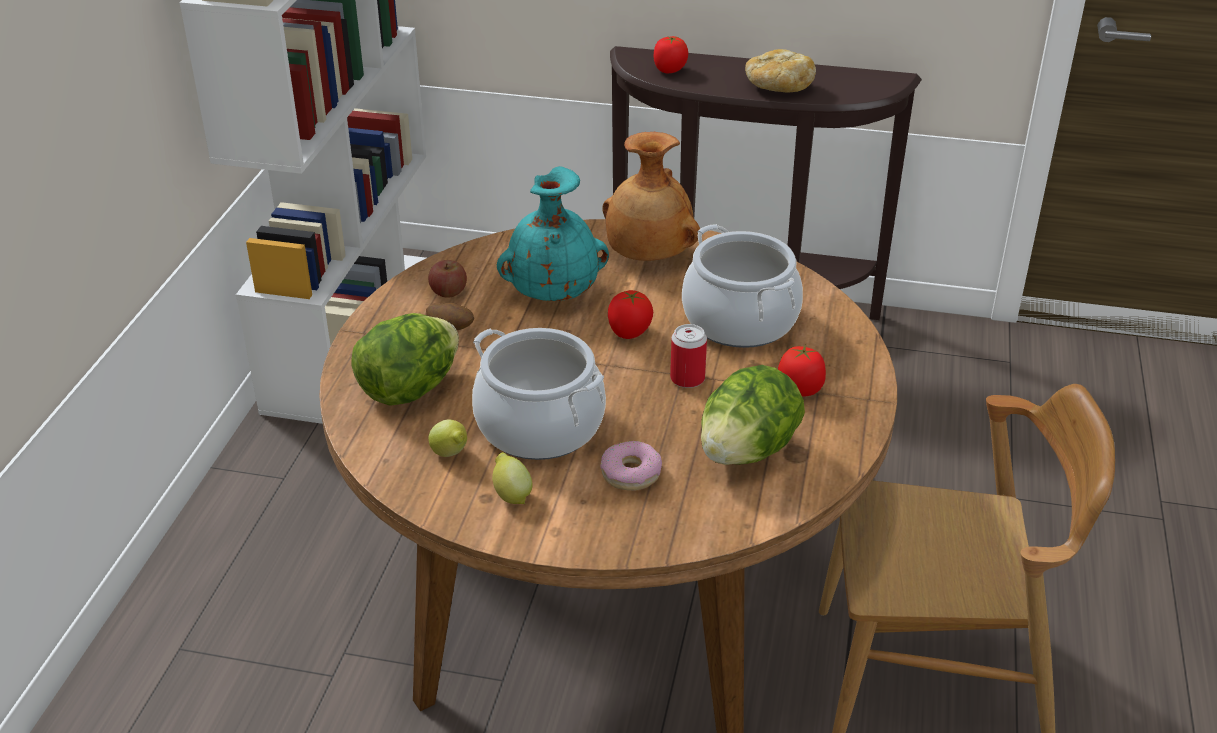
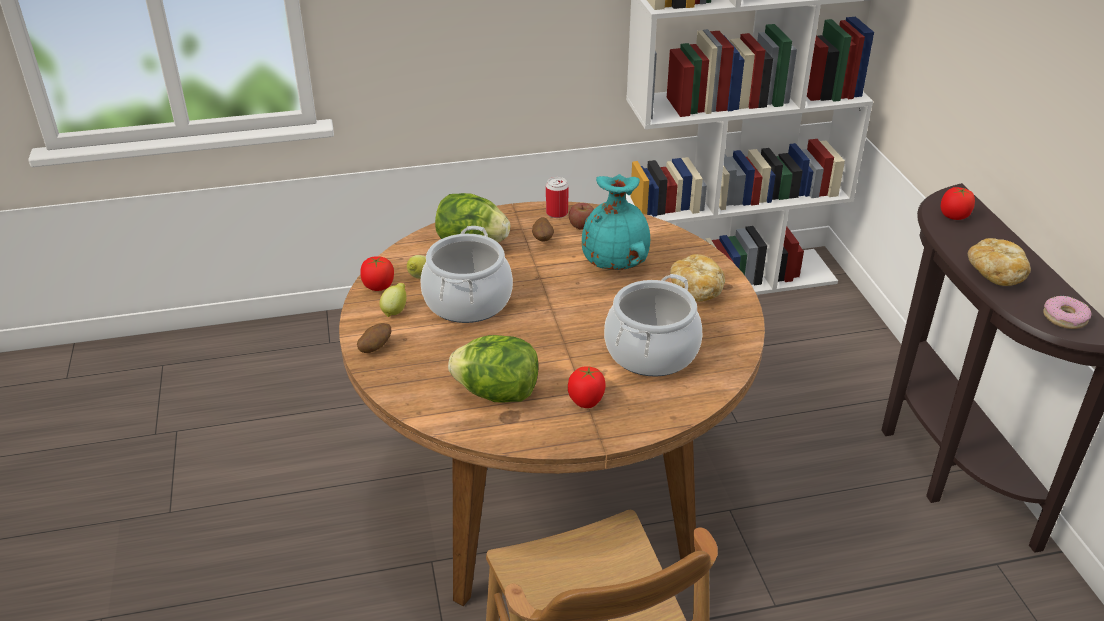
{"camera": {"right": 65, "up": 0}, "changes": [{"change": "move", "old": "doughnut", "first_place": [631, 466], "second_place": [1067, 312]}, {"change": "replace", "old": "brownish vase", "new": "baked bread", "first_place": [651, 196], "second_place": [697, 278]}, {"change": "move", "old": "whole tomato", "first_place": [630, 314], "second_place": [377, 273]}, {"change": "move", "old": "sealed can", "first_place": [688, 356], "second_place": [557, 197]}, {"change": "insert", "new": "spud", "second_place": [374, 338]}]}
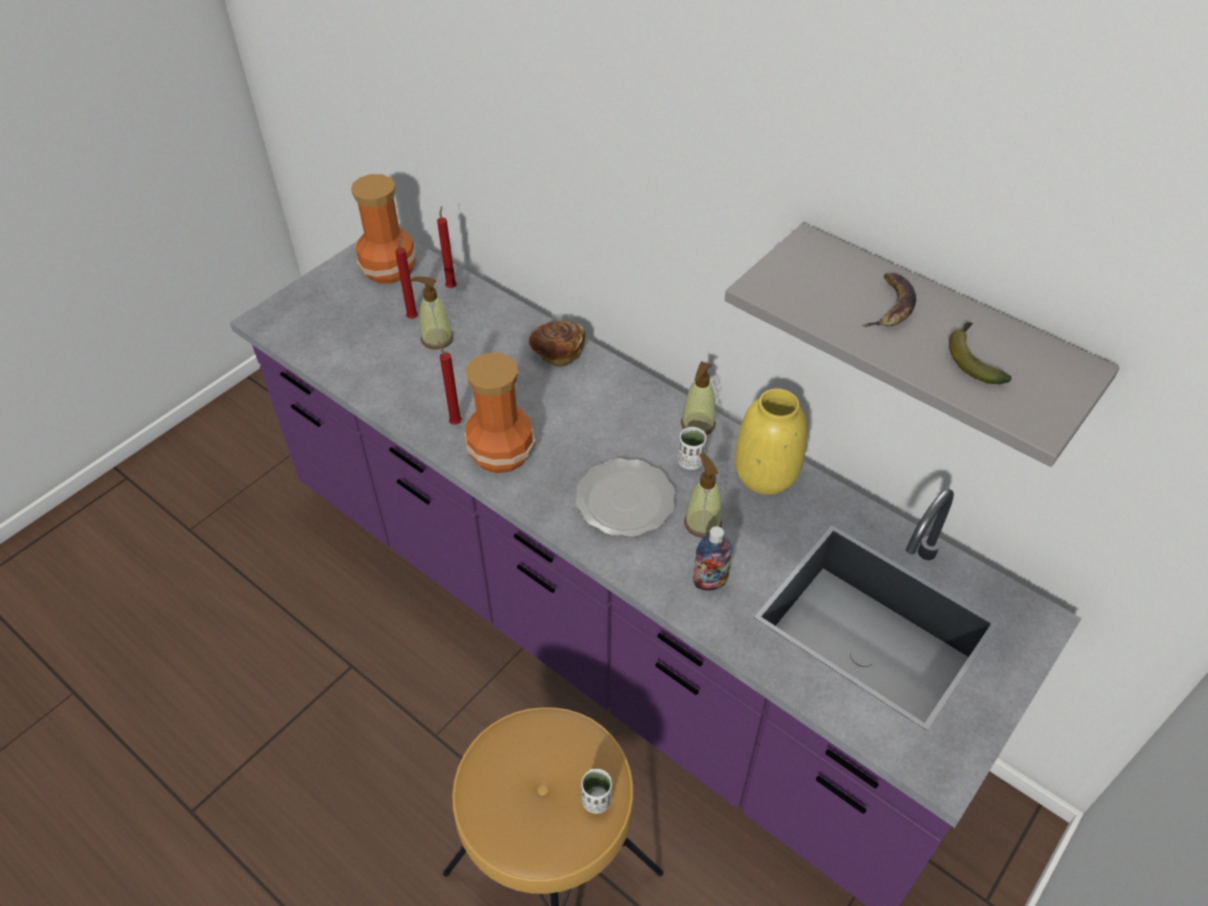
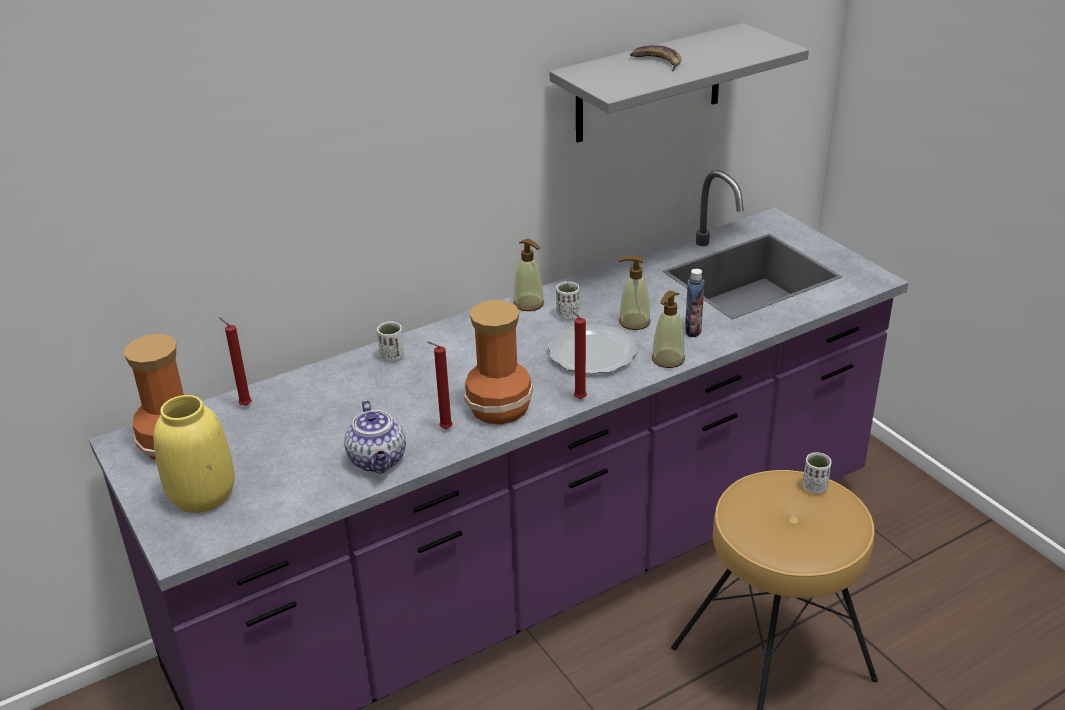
{"camera": {"right": -70, "up": -15}, "changes": [{"change": "move", "old": "reddish wax candle", "first_place": [406, 277], "second_place": [578, 353]}, {"change": "move", "old": "liquid soap bottle", "first_place": [432, 312], "second_place": [668, 329]}, {"change": "replace", "old": "baked bread", "new": "whitish drinking cup", "first_place": [557, 344], "second_place": [390, 341]}, {"change": "move", "old": "yellow-coloured vase", "first_place": [771, 441], "second_place": [194, 454]}, {"change": "delete", "old": "banana", "first_place": [980, 353]}, {"change": "insert", "new": "pot for tea", "second_place": [375, 436]}]}
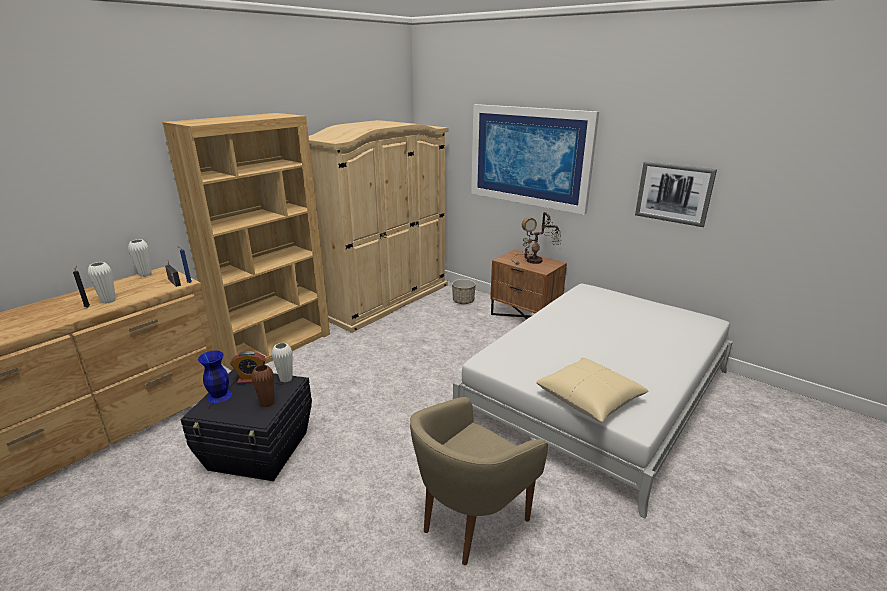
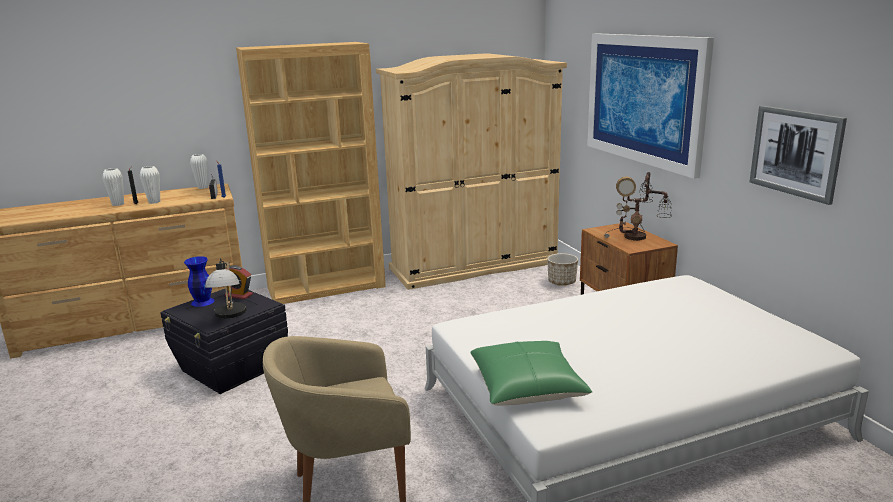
{"camera": {"right": 30, "up": -5}, "changes": [{"change": "replace", "old": "brownish vase", "new": "table lamp", "first_place": [262, 386], "second_place": [225, 288]}, {"change": "move", "old": "whitish vase", "first_place": [282, 363], "second_place": [113, 187]}, {"change": "recolor", "old": "beige-coloured pillow", "new": "green-coloured pillow", "first_place": [592, 389], "second_place": [531, 373]}]}
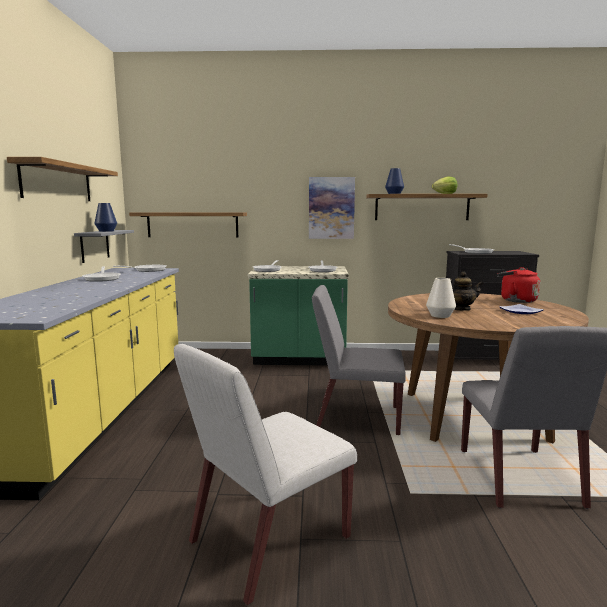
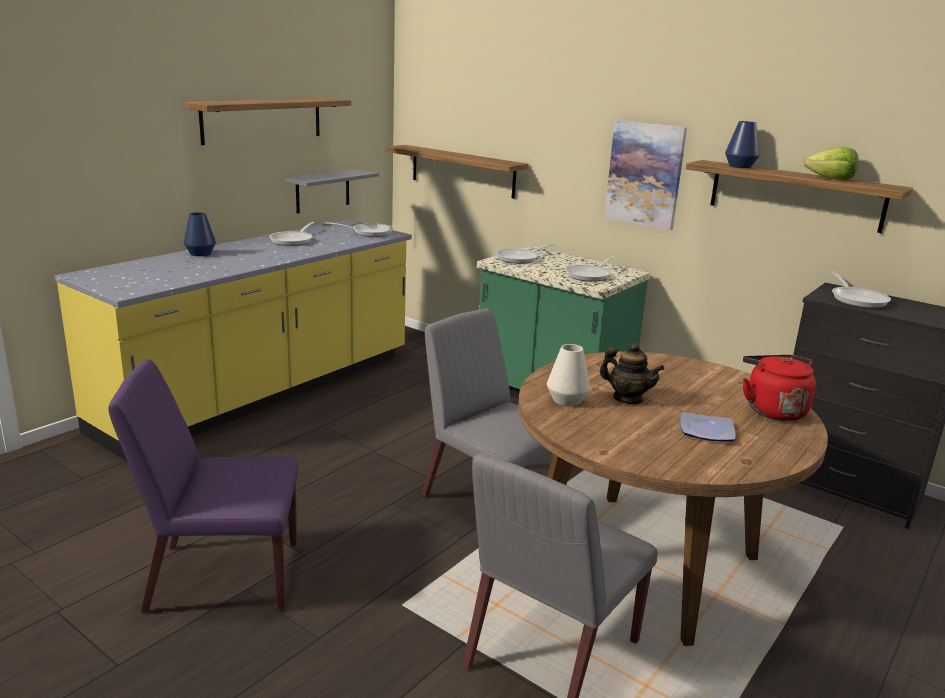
{"camera": {"right": 35, "up": 10}, "changes": [{"change": "move", "old": "bluish vase", "first_place": [105, 217], "second_place": [200, 234]}, {"change": "recolor", "old": "whitish upright chair", "new": "purple-coloured upright chair", "first_place": [265, 474], "second_place": [203, 486]}]}
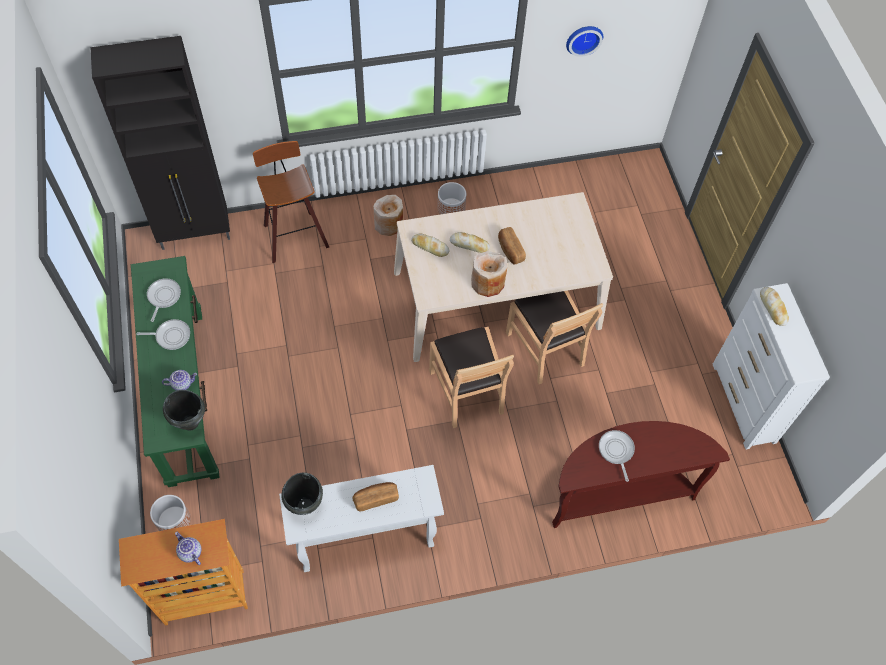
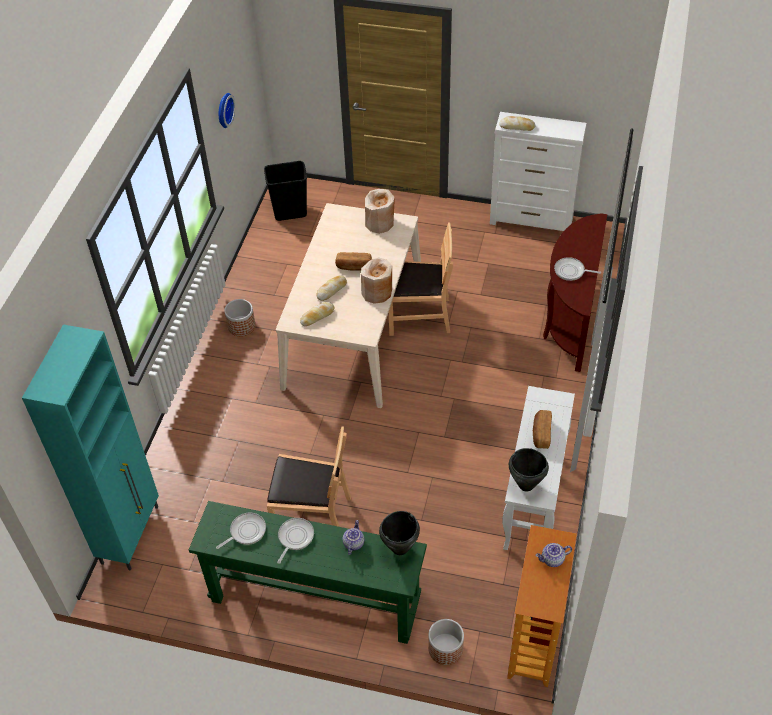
{"camera": {"right": -60, "up": -10}, "changes": [{"change": "recolor", "old": "blackish cabinet", "new": "turquoise cabinet", "first_place": [160, 143], "second_place": [90, 447]}, {"change": "rotate", "old": "skillet", "first_place": [164, 300], "second_place": [241, 531], "degrees": 105}, {"change": "delete", "old": "stool seat", "first_place": [291, 202]}, {"change": "move", "old": "beige-coloured vase", "first_place": [388, 215], "second_place": [380, 211]}, {"change": "move", "old": "brownish upright chair", "first_place": [471, 377], "second_place": [309, 476]}, {"change": "insert", "new": "blackish rubbish bin", "second_place": [285, 191]}]}
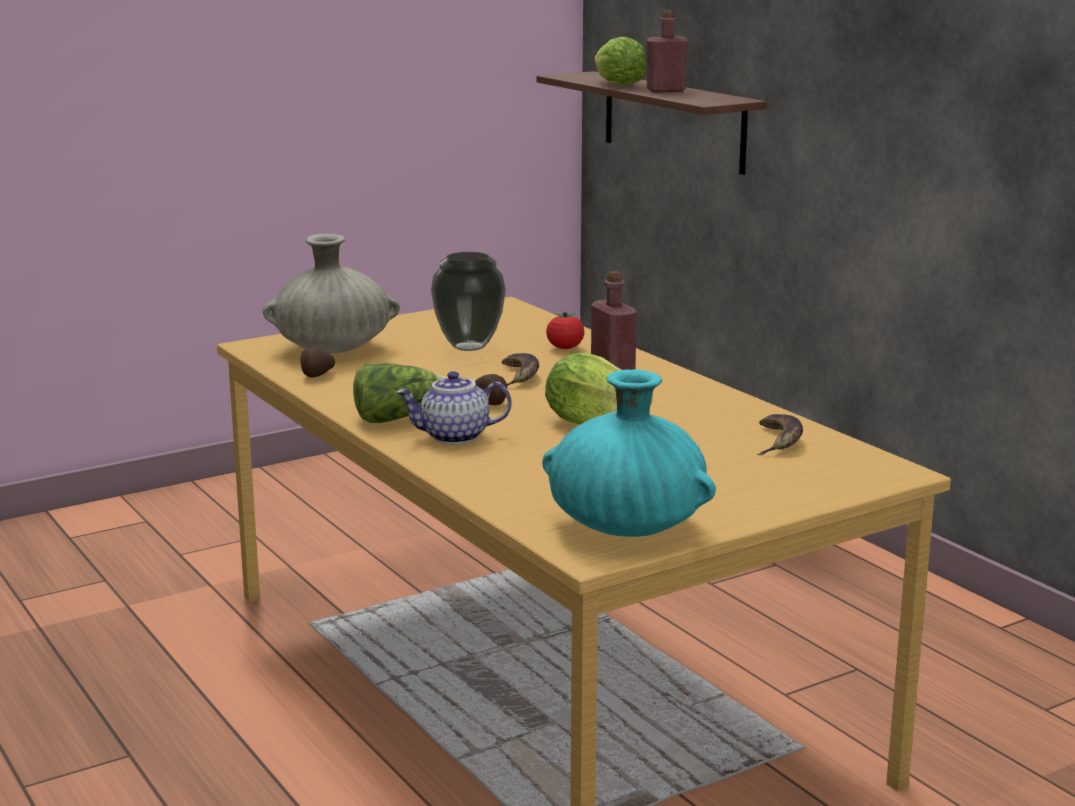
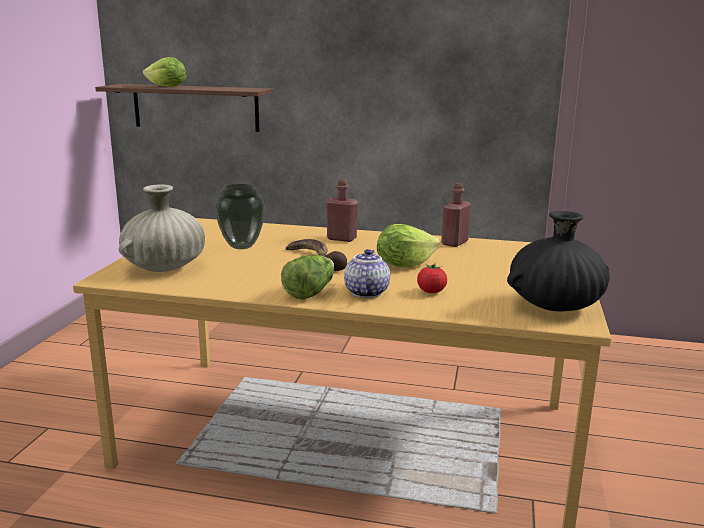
{"camera": {"right": -45, "up": 0}, "changes": [{"change": "delete", "old": "spud", "first_place": [318, 362]}, {"change": "rotate", "old": "pot for tea", "first_place": [454, 408], "second_place": [367, 273], "degrees": 150}, {"change": "recolor", "old": "turquoise vase", "new": "blackish vase", "first_place": [629, 453], "second_place": [558, 261]}, {"change": "move", "old": "whole tomato", "first_place": [565, 330], "second_place": [432, 278]}, {"change": "move", "old": "reddish beverage bottle", "first_place": [667, 52], "second_place": [456, 215]}, {"change": "delete", "old": "banana", "first_place": [780, 434]}]}
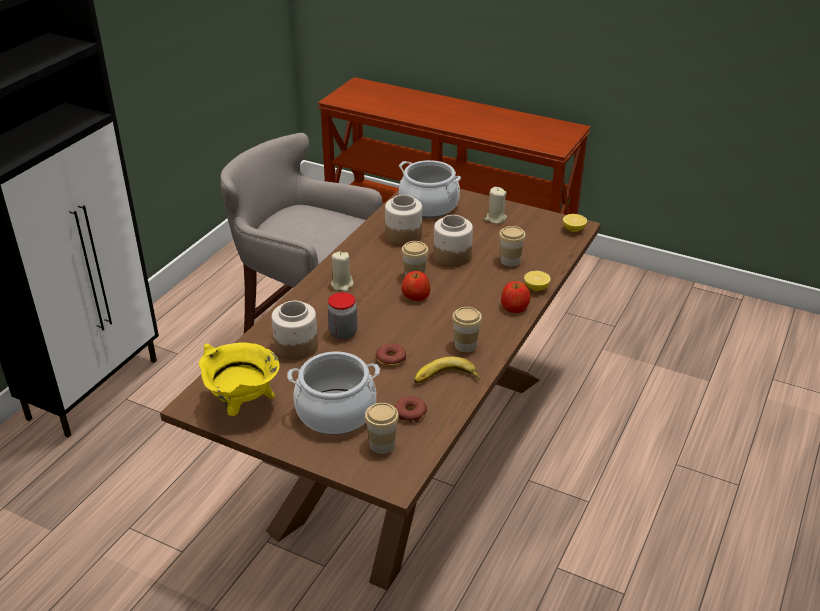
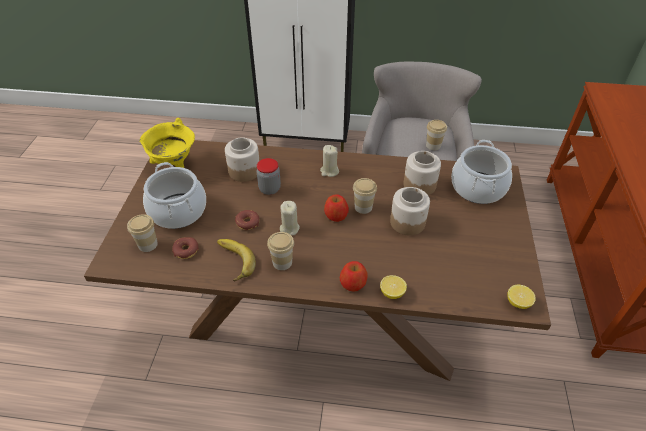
{"camera": {"right": 70, "up": 10}, "changes": [{"change": "move", "old": "beige-coloured wax candle", "first_place": [496, 205], "second_place": [290, 218]}, {"change": "move", "old": "drinking cup", "first_place": [512, 246], "second_place": [436, 135]}]}
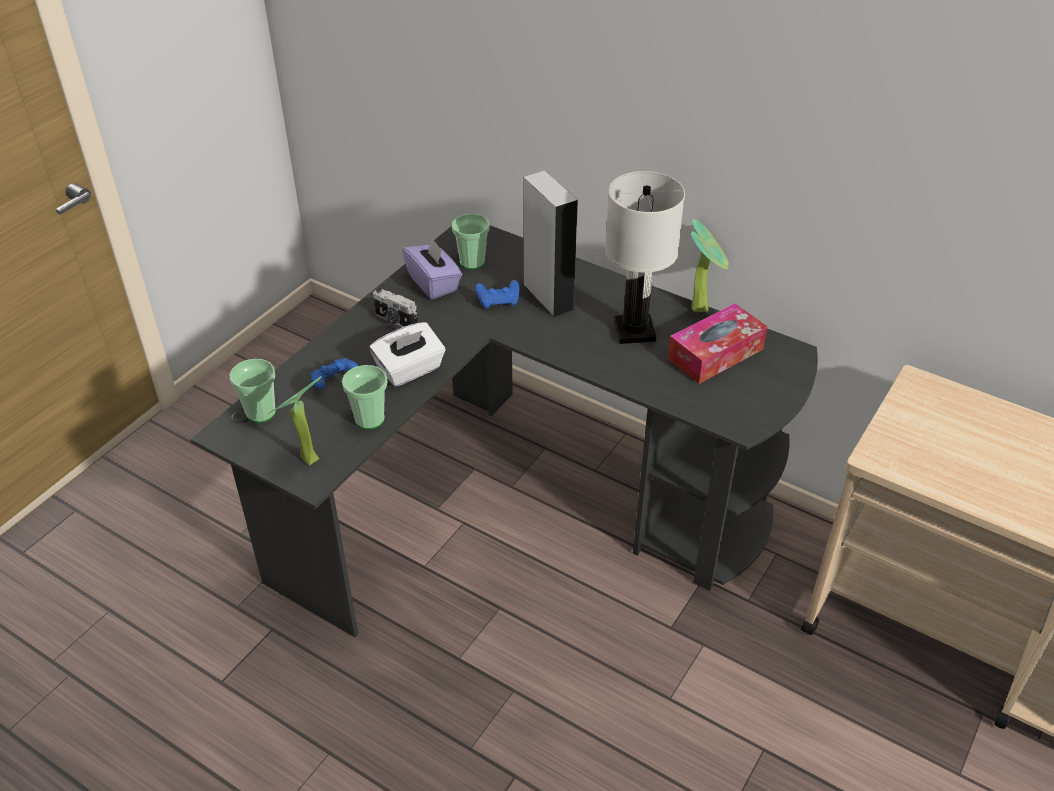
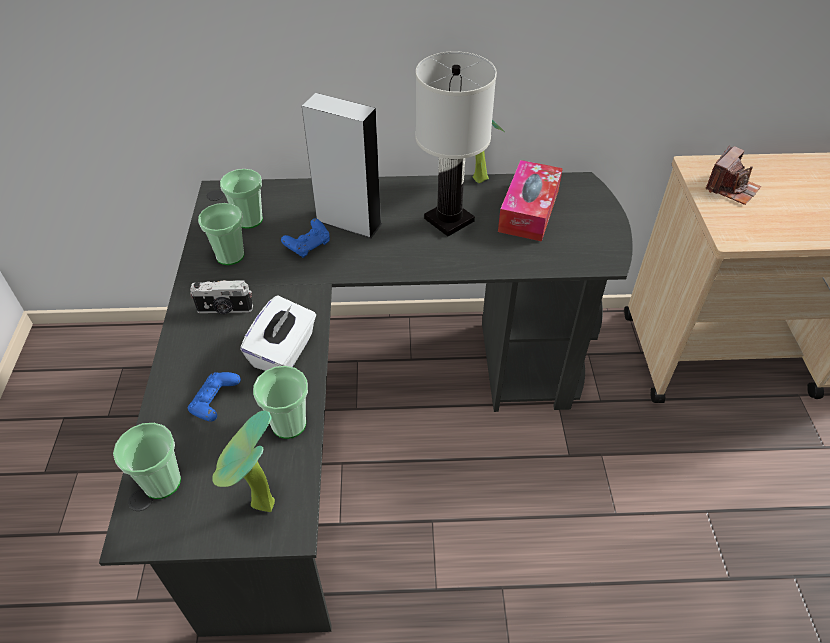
{"camera": {"right": -35, "up": 5}, "changes": [{"change": "replace", "old": "purple-coloured tissue box", "new": "drinking cup", "first_place": [432, 268], "second_place": [221, 234]}, {"change": "insert", "new": "still camera", "second_place": [733, 175]}]}
